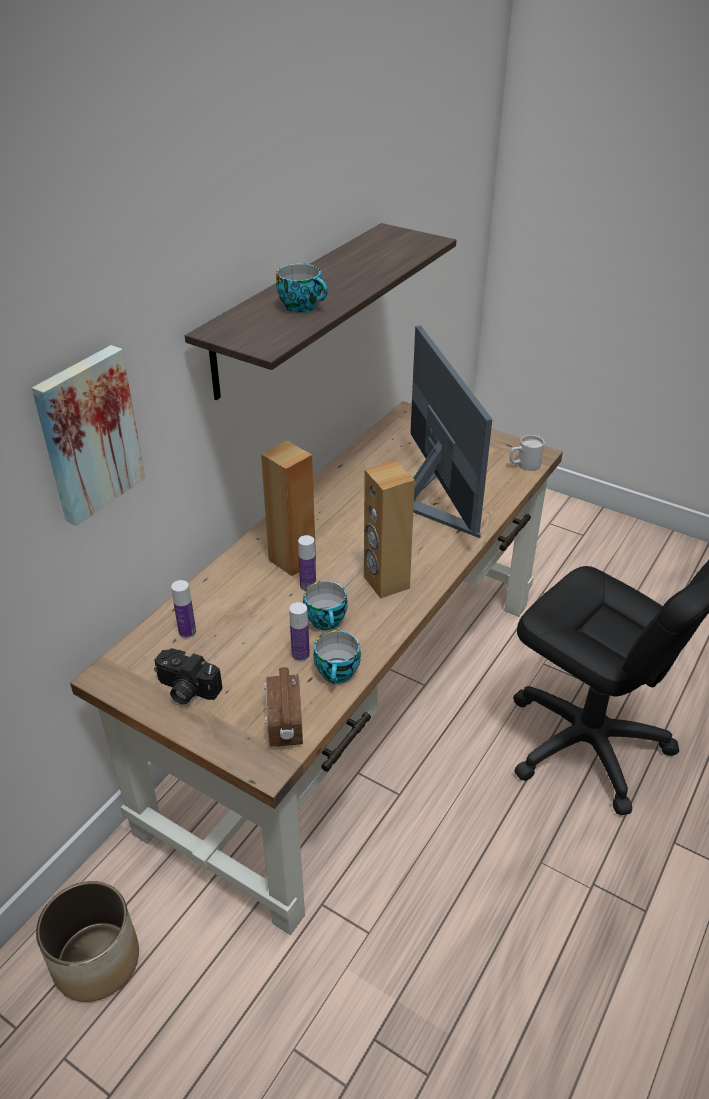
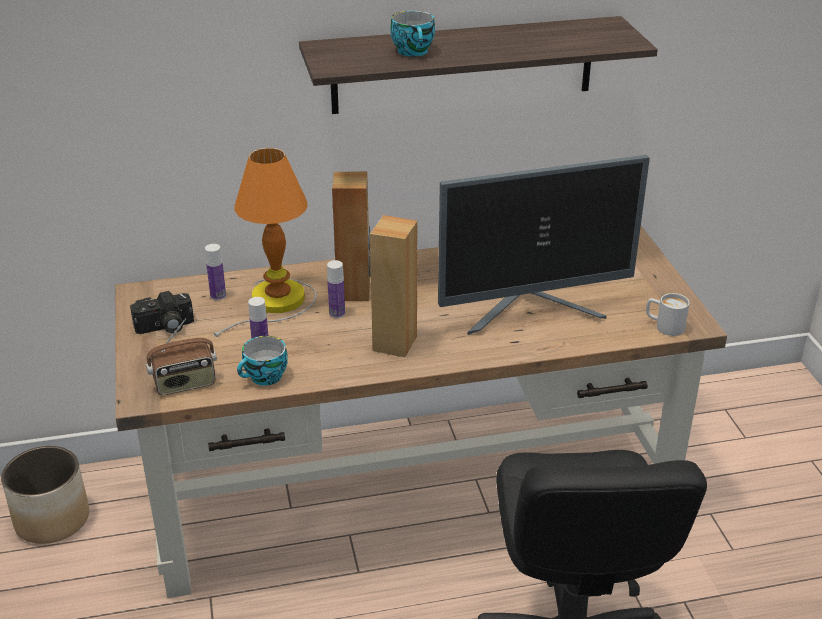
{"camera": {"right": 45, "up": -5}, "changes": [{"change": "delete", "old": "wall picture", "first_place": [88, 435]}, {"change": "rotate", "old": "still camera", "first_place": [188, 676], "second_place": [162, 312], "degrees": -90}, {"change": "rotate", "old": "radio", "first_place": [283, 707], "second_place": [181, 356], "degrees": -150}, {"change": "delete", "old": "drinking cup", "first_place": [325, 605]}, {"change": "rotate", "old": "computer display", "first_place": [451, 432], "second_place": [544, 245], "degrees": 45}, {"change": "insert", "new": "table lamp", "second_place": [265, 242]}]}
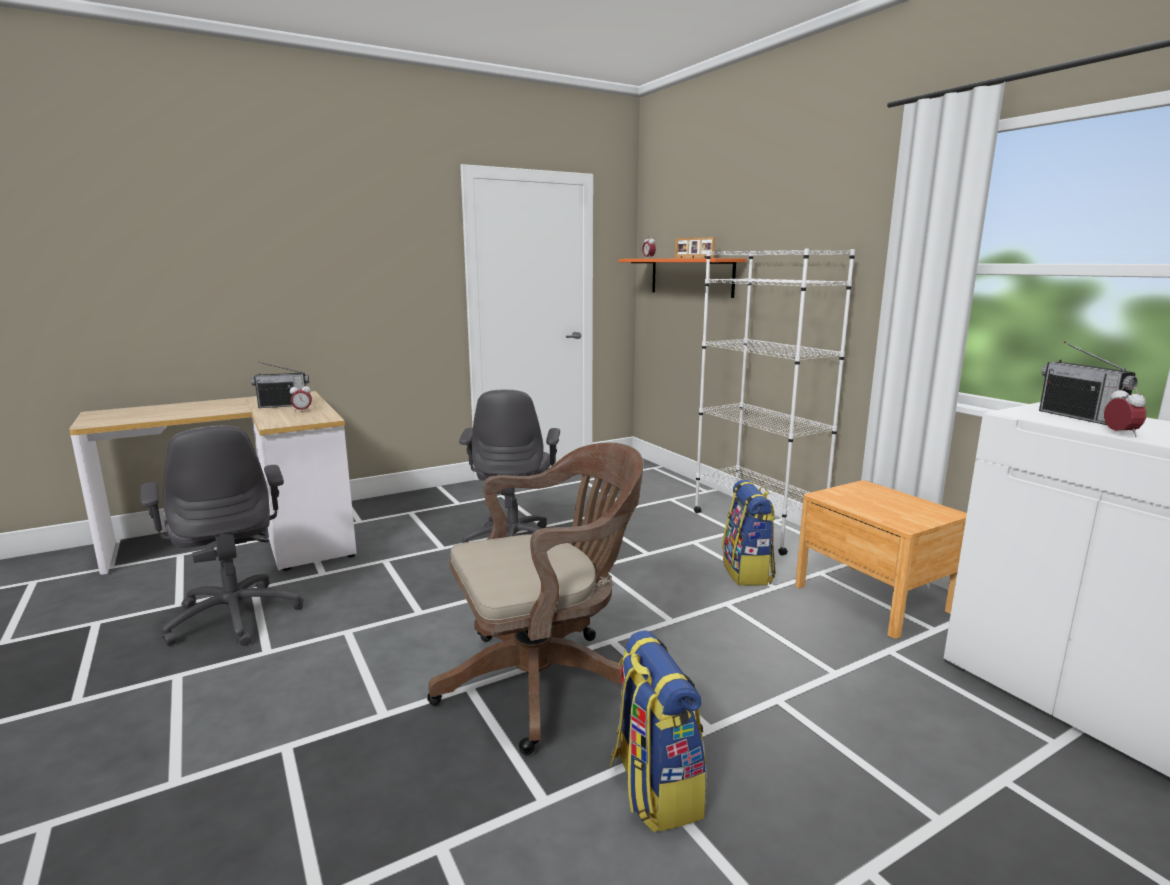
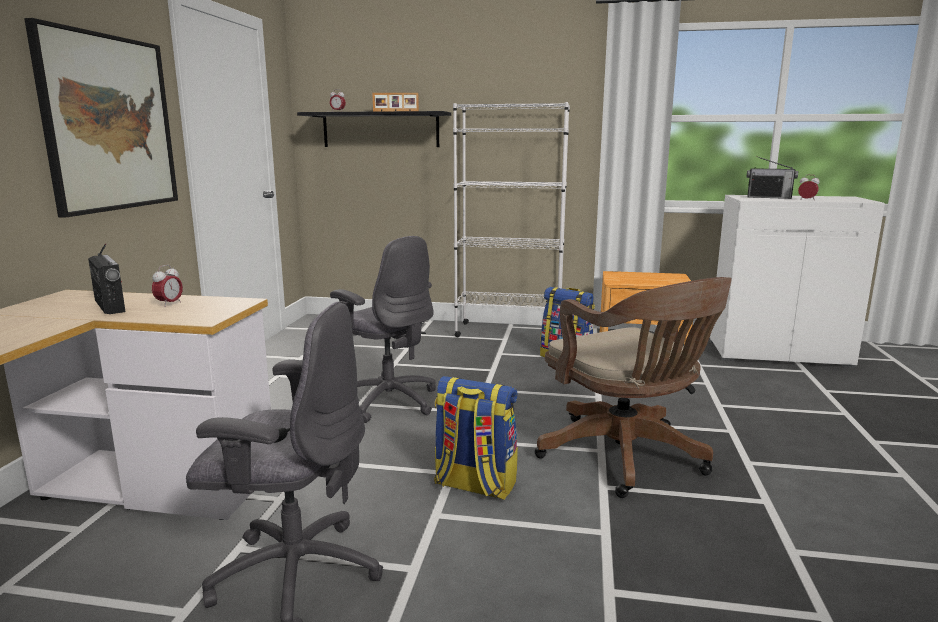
{"camera": {"right": -50, "up": 0}, "changes": [{"change": "rotate", "old": "radio", "first_place": [280, 384], "second_place": [107, 278], "degrees": -60}, {"change": "rotate", "old": "brownish office chair", "first_place": [535, 598], "second_place": [633, 387], "degrees": 135}, {"change": "move", "old": "rucksack", "first_place": [658, 731], "second_place": [476, 438]}, {"change": "recolor", "old": "orangey wall shelf", "new": "blackish wall shelf", "first_place": [682, 278], "second_place": [374, 129]}, {"change": "insert", "new": "wall picture", "second_place": [101, 118]}]}
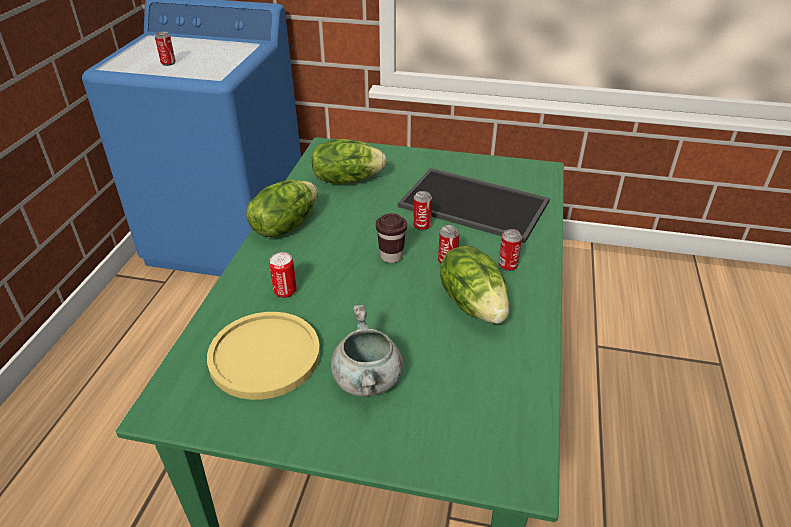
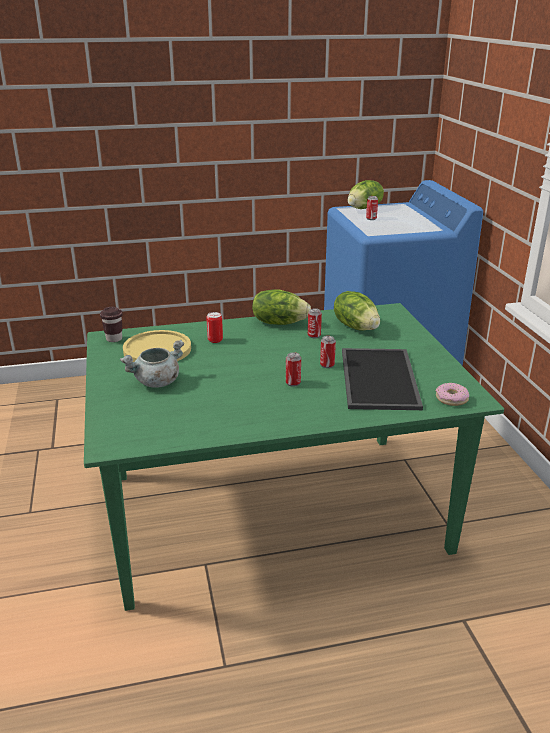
{"camera": {"right": 65, "up": -10}, "changes": [{"change": "move", "old": "brownish drinking cup", "first_place": [391, 238], "second_place": [111, 324]}, {"change": "move", "old": "head of lettuce", "first_place": [474, 285], "second_place": [365, 194]}, {"change": "move", "old": "sealed can", "first_place": [510, 250], "second_place": [315, 323]}, {"change": "insert", "new": "doughnut", "second_place": [452, 394]}]}
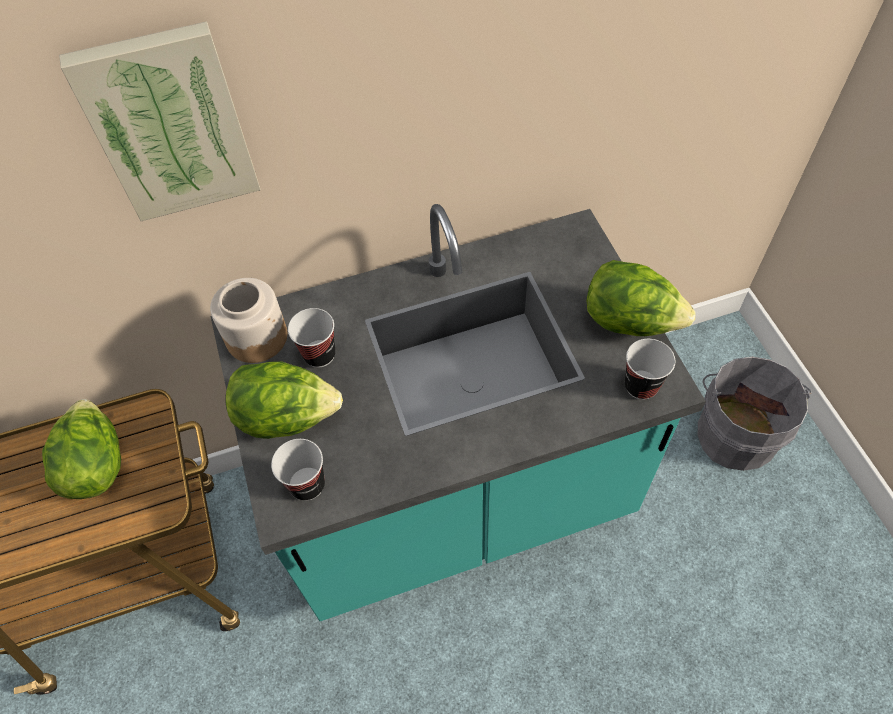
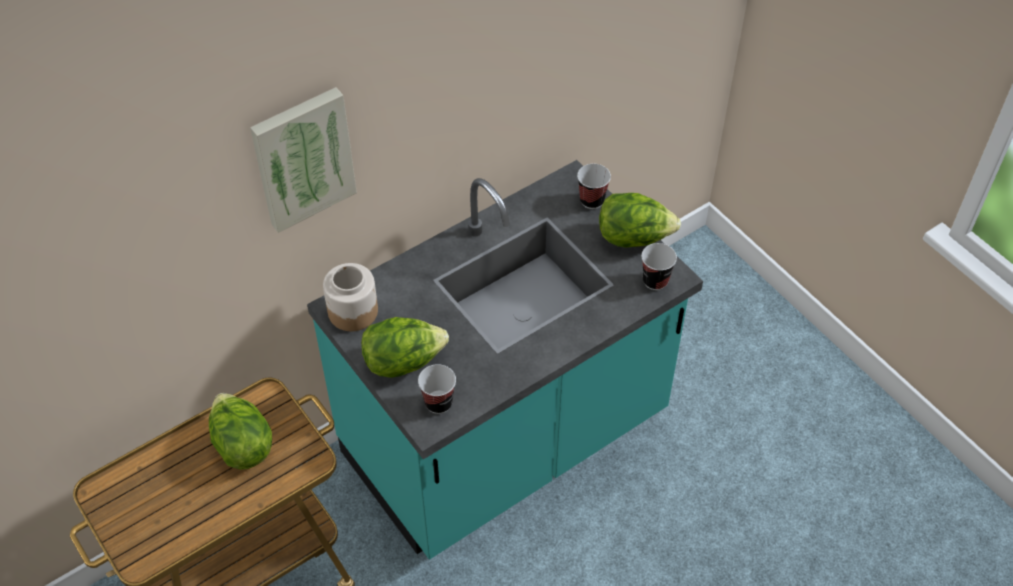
{"camera": {"right": -20, "up": -5}, "changes": [{"change": "move", "old": "drinking cup", "first_place": [311, 338], "second_place": [594, 186]}, {"change": "delete", "old": "greyish water bucket", "first_place": [755, 414]}]}
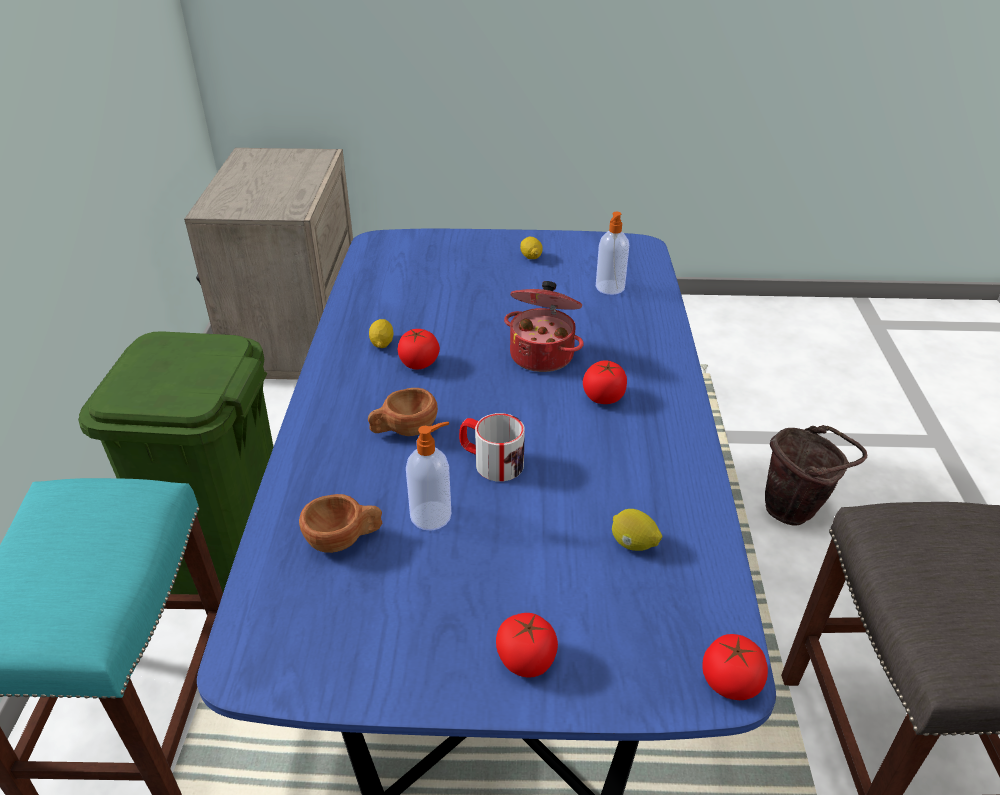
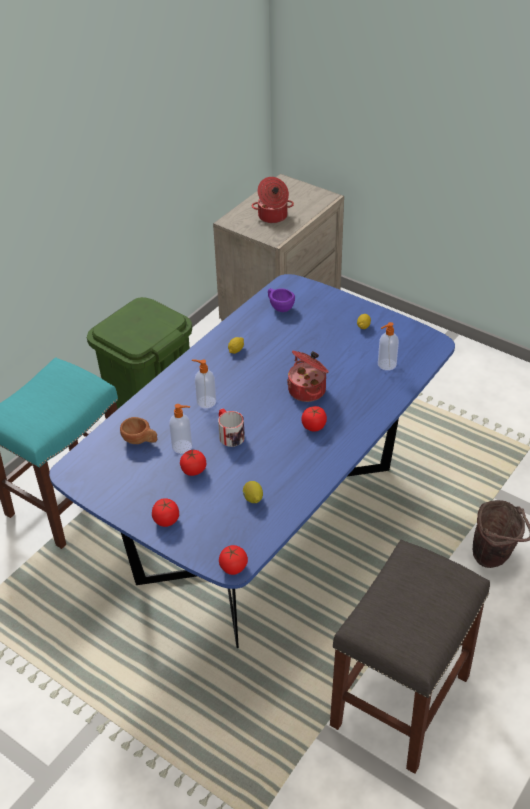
{"camera": {"right": 35, "up": 5}, "changes": [{"change": "replace", "old": "brownish drinking cup", "new": "liquid soap bottle", "first_place": [403, 412], "second_place": [204, 384]}, {"change": "move", "old": "whole tomato", "first_place": [419, 349], "second_place": [193, 462]}, {"change": "insert", "new": "cooking pot", "second_place": [273, 200]}, {"change": "insert", "new": "purple-coloured drinking cup", "second_place": [281, 300]}]}
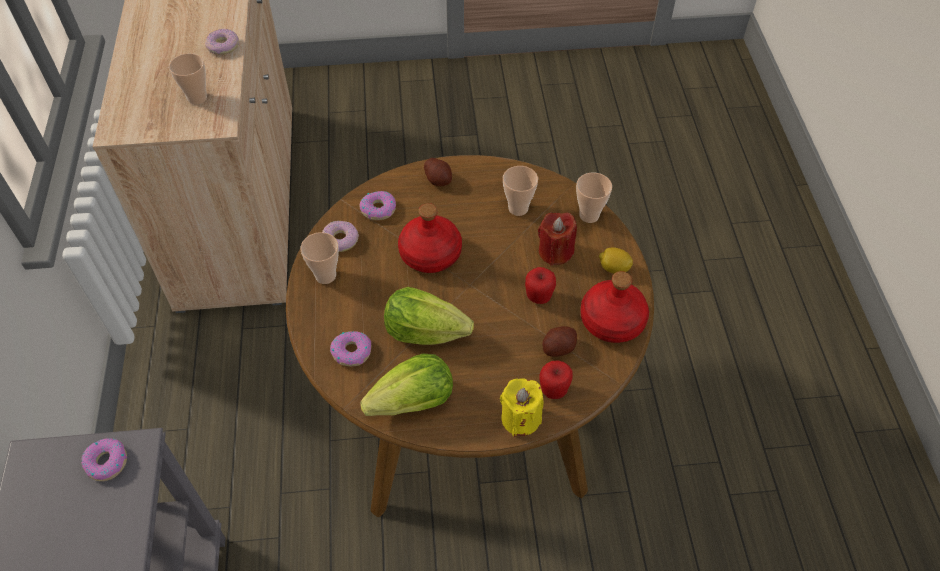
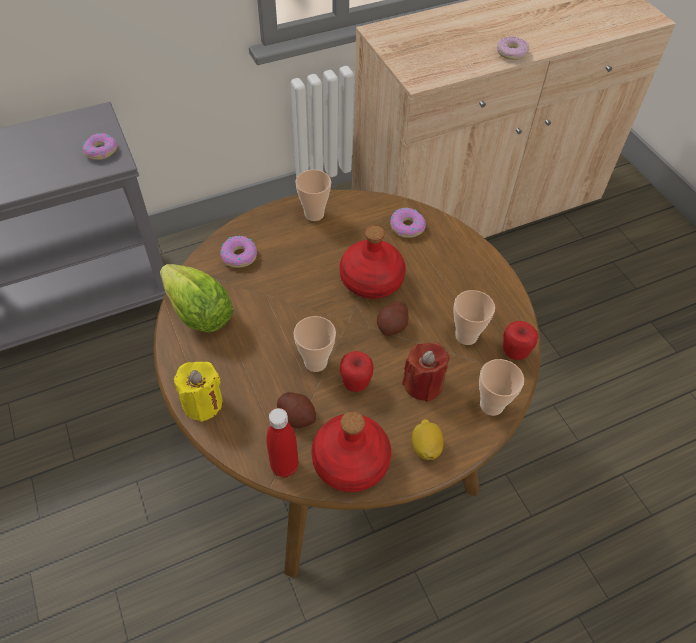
{"camera": {"right": 70, "up": 0}, "changes": [{"change": "move", "old": "drinking cup", "first_place": [188, 79], "second_place": [314, 344]}, {"change": "delete", "old": "doughnut", "first_place": [340, 236]}, {"change": "delete", "old": "head of lettuce", "first_place": [429, 316]}, {"change": "move", "old": "spud", "first_place": [438, 172], "second_place": [392, 318]}, {"change": "move", "old": "whole apple", "first_place": [556, 379], "second_place": [520, 340]}, {"change": "insert", "new": "reddish beverage bottle", "second_place": [282, 443]}]}
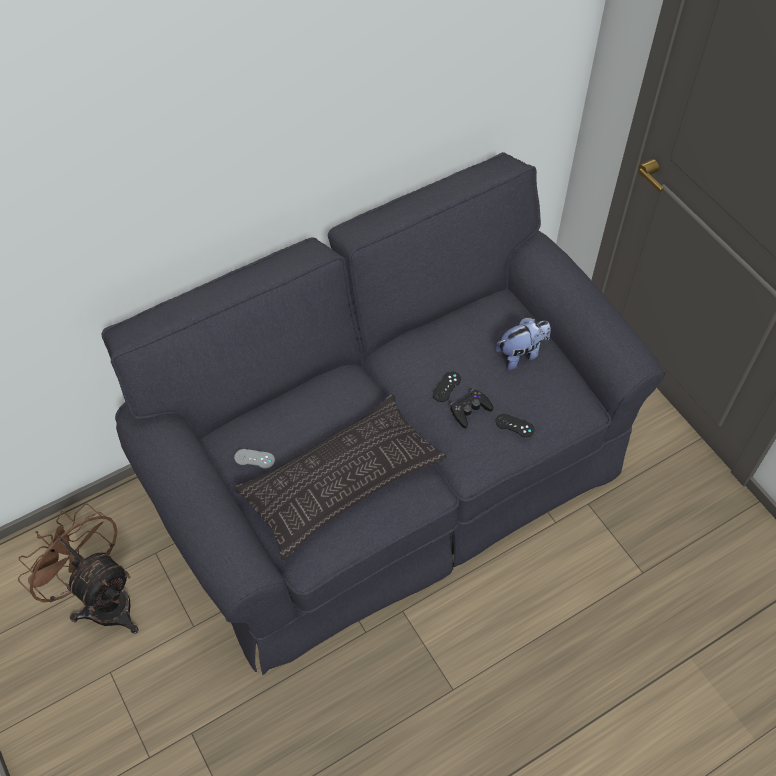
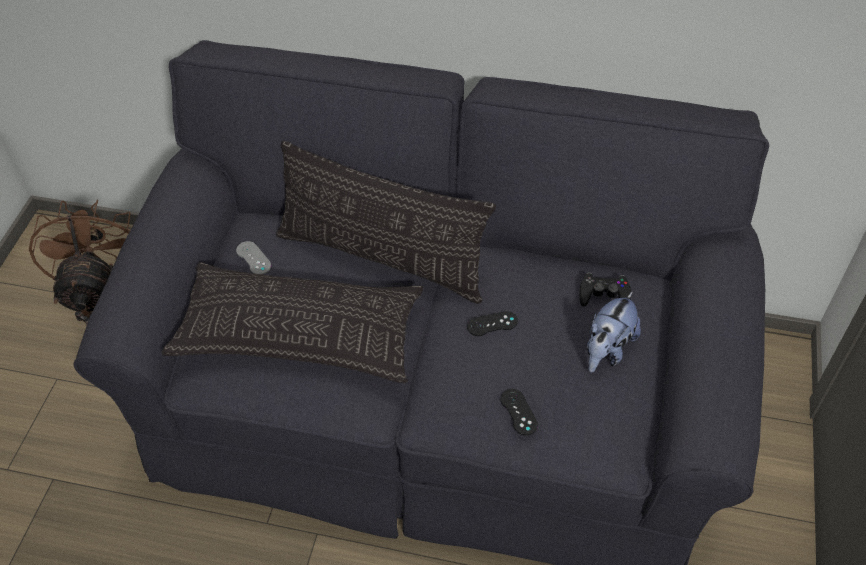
{"camera": {"right": 45, "up": -5}, "changes": [{"change": "move", "old": "blackish game controller", "first_place": [471, 408], "second_place": [605, 289]}, {"change": "rotate", "old": "soft toy", "first_place": [523, 343], "second_place": [614, 332], "degrees": 105}, {"change": "insert", "new": "pillow", "second_place": [386, 222]}]}
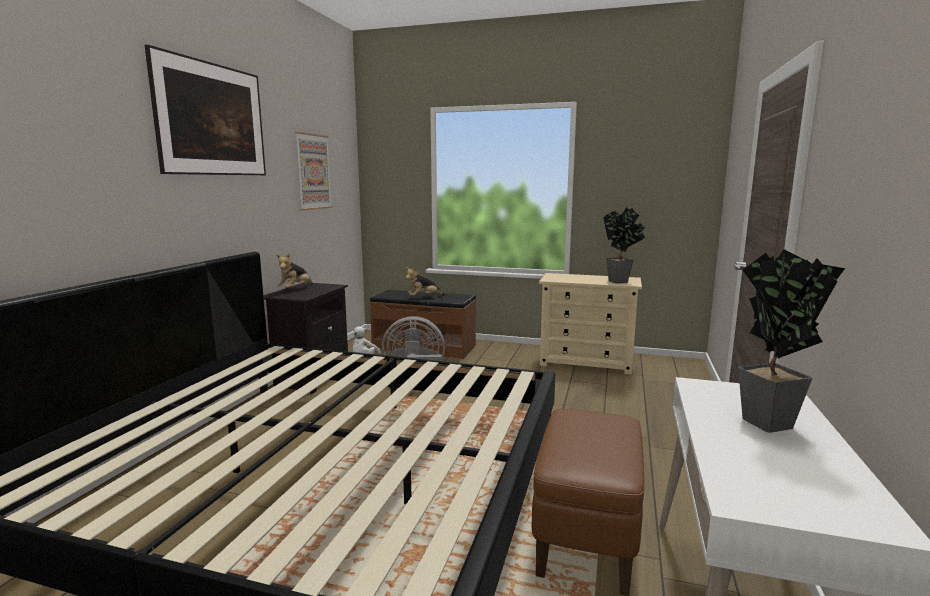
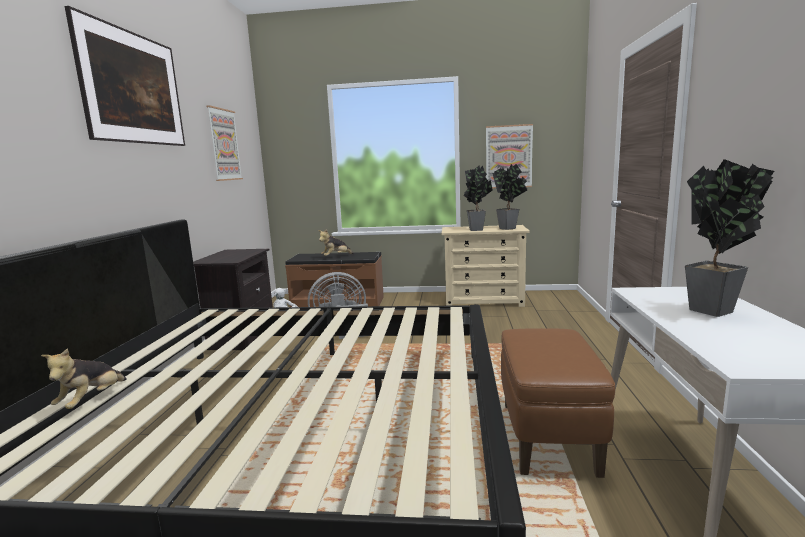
{"camera": {"right": -10, "up": 0}, "changes": [{"change": "move", "old": "soft toy", "first_place": [294, 270], "second_place": [84, 378]}, {"change": "insert", "new": "plant in a pot", "second_place": [478, 198]}, {"change": "insert", "new": "wall picture", "second_place": [509, 156]}]}
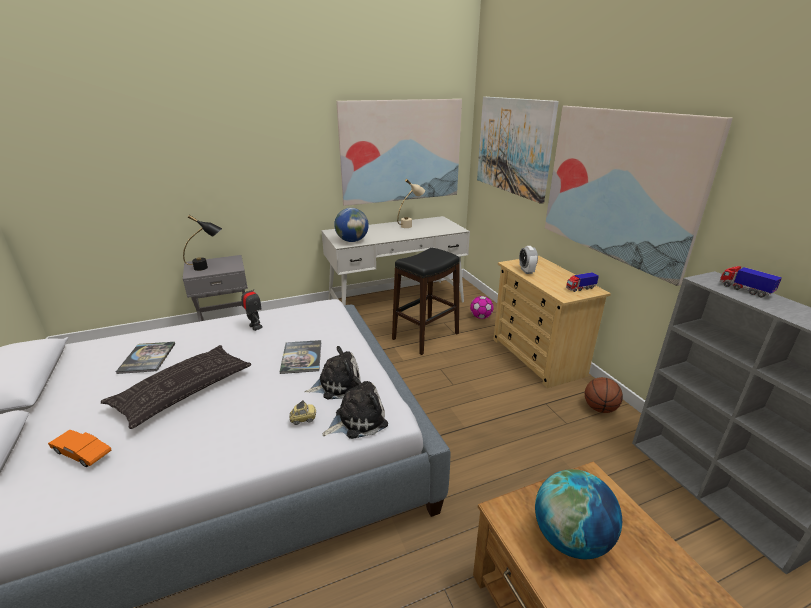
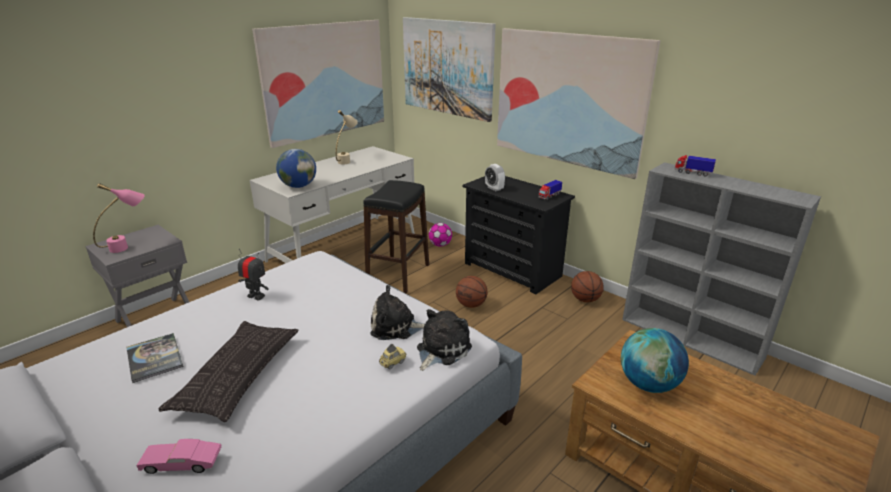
{"camera": {"right": -25, "up": 0}, "changes": [{"change": "recolor", "old": "orangey miniature car", "new": "pink miniature car", "first_place": [79, 448], "second_place": [179, 456]}, {"change": "recolor", "old": "blackish table lamp", "new": "pink table lamp", "first_place": [202, 243], "second_place": [119, 218]}, {"change": "delete", "old": "book", "first_place": [300, 357]}, {"change": "rotate", "old": "soft toy", "first_place": [332, 372], "second_place": [397, 312], "degrees": -135}, {"change": "recolor", "old": "beige-coloured chest of drawers", "new": "blackish chest of drawers", "first_place": [552, 322], "second_place": [519, 235]}, {"change": "insert", "new": "ball for basketball", "second_place": [472, 292]}]}
